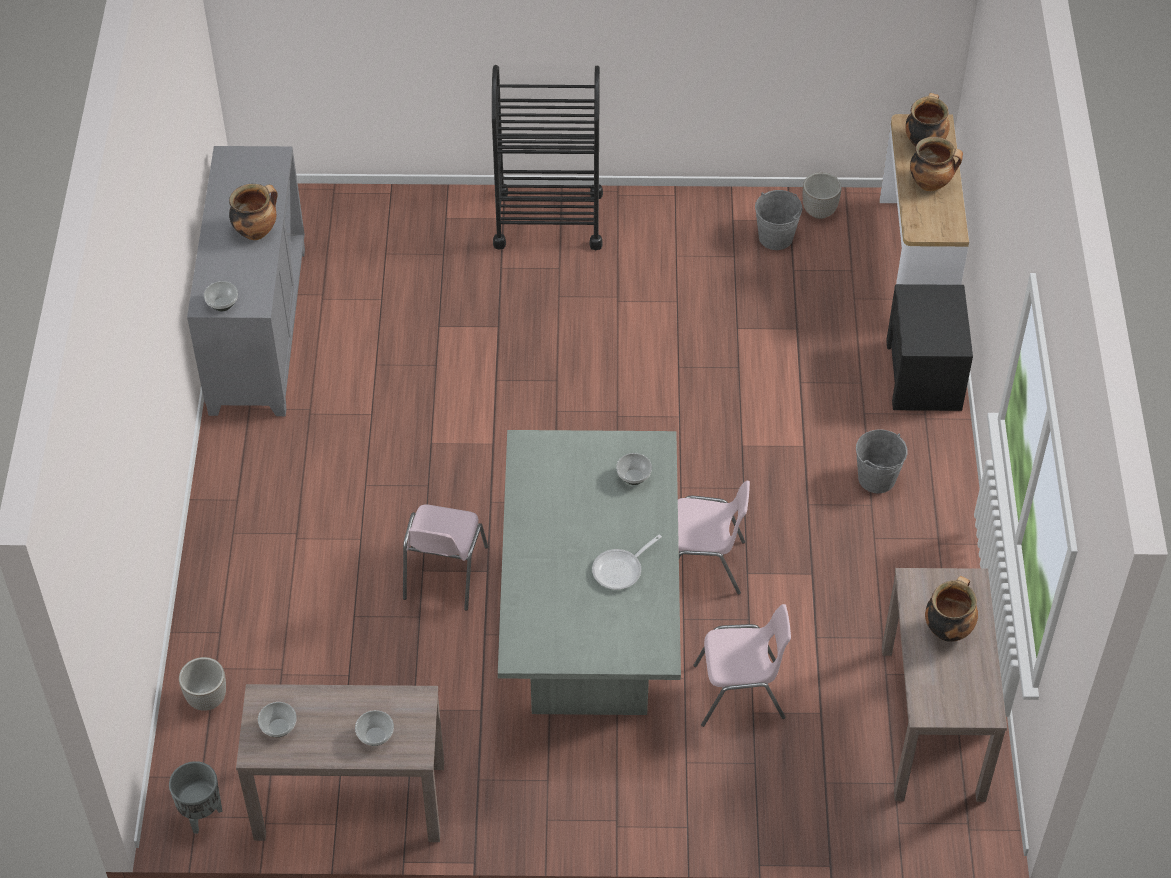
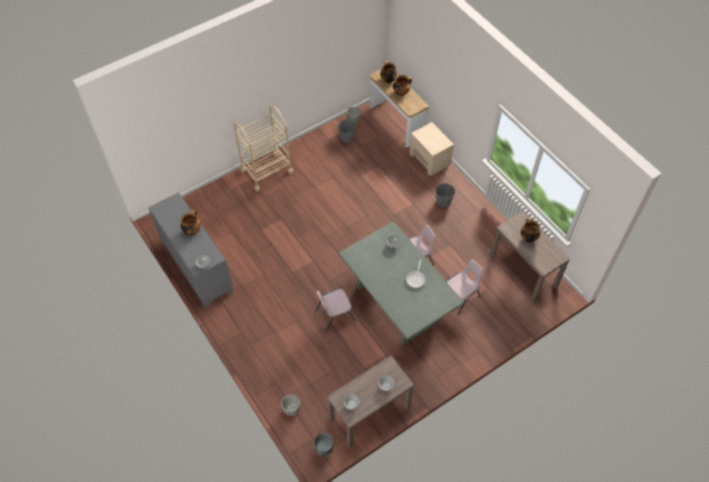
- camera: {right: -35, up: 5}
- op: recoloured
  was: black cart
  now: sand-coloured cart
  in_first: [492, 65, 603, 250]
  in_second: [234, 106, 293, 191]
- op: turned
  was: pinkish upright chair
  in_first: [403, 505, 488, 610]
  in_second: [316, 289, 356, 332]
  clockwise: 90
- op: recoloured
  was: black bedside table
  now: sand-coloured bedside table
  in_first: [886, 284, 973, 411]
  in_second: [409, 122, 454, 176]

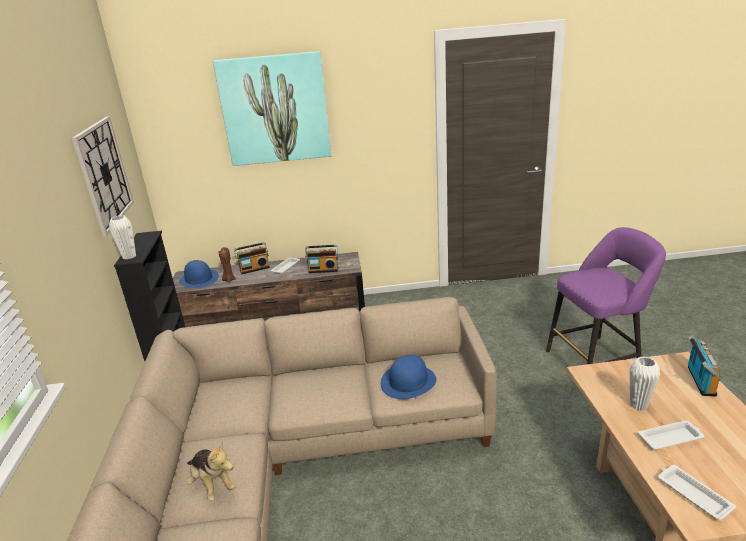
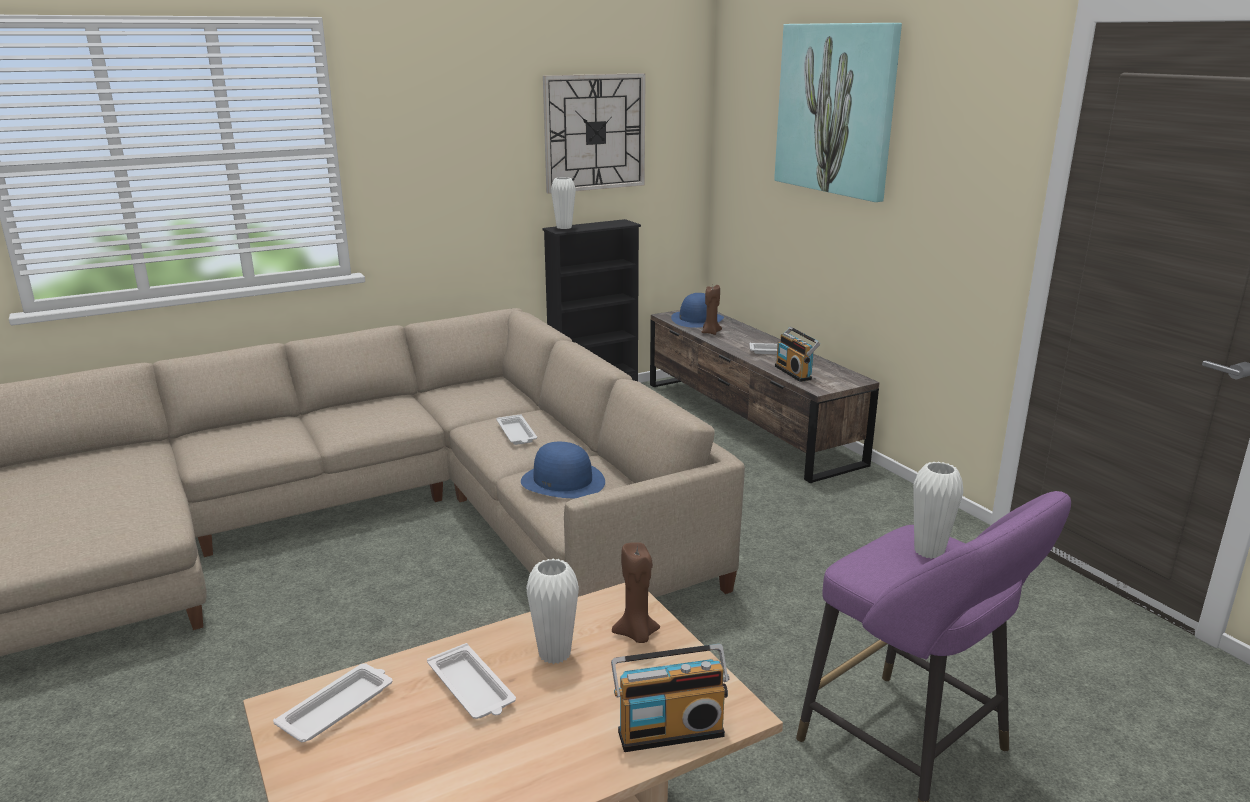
- camera: {right: 65, up: -5}
- op: added
  now: white serving tray
  in_second: [496, 414, 537, 445]
- op: added
  now: brown wax light
  in_second: [612, 542, 660, 643]
- op: added
  now: white decorative vase
  in_second: [913, 462, 963, 559]
- op: removed
  was: plush toy
  in_first: [187, 441, 236, 501]
- op: removed
  was: radio set
  in_first: [234, 242, 270, 274]

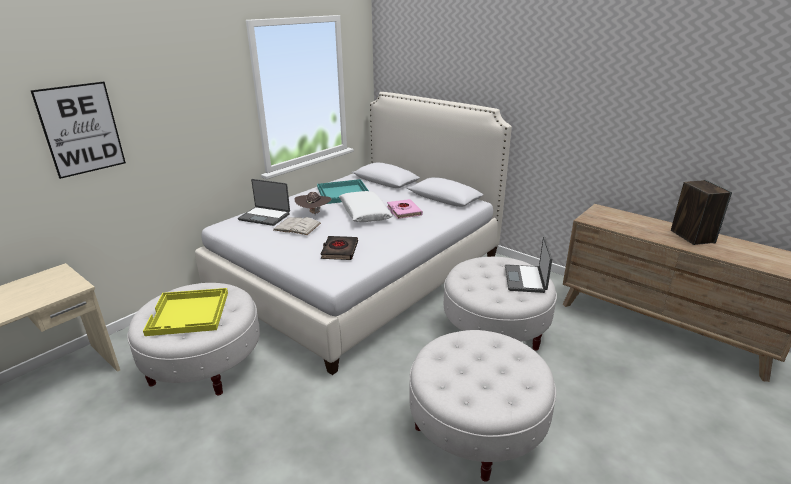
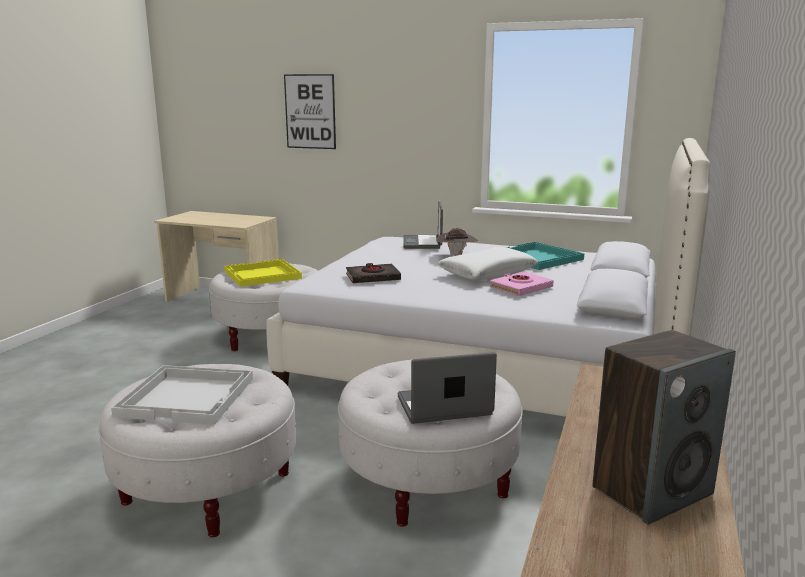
- camera: {right: 70, up: -10}
- op: added
  now: white serving tray
  in_second: [111, 365, 253, 425]
- op: removed
  was: white book
  in_first: [273, 217, 321, 235]

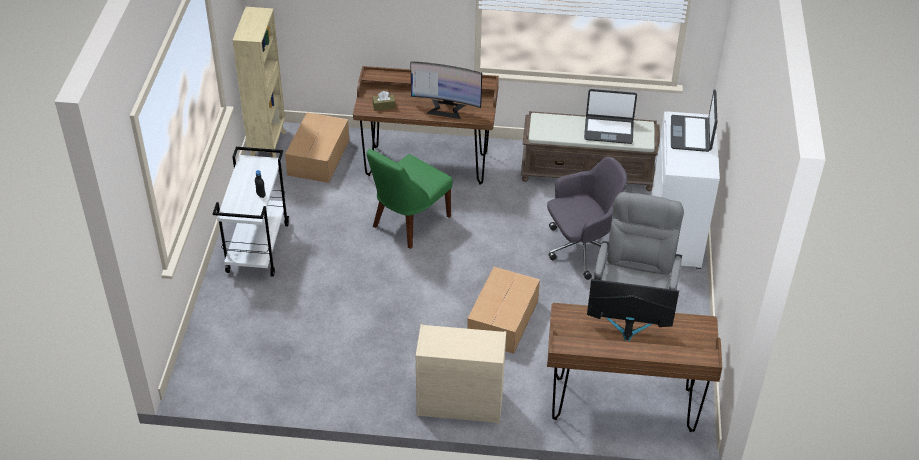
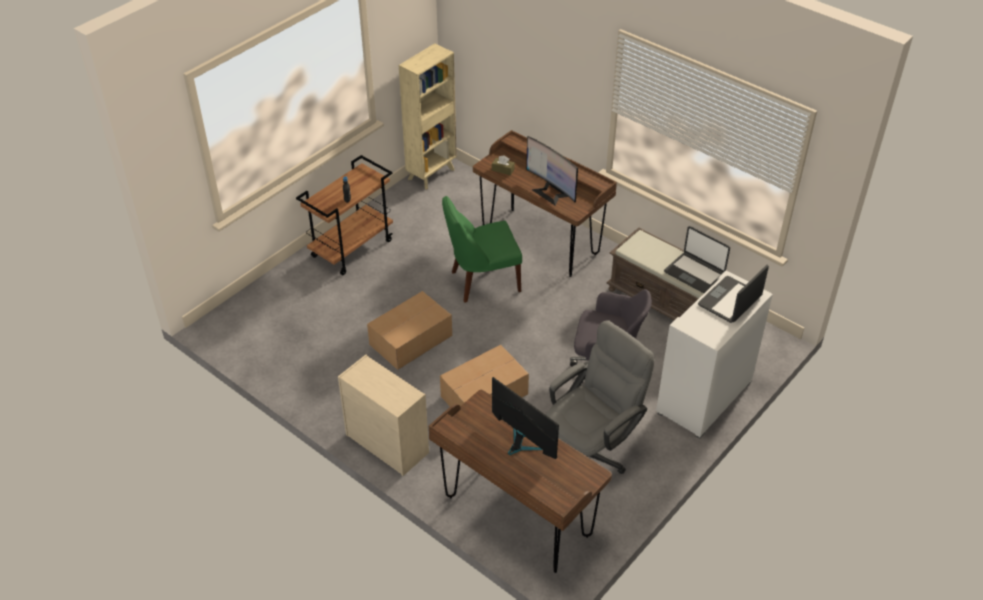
- camera: {right: 35, up: 0}
- op: recoloured
  was: white cart
  now: brown cart
  in_first: [213, 147, 289, 277]
  in_second: [296, 155, 393, 275]
- op: moved
  was: carton
  in_first: [285, 112, 349, 183]
  in_second: [367, 291, 452, 370]

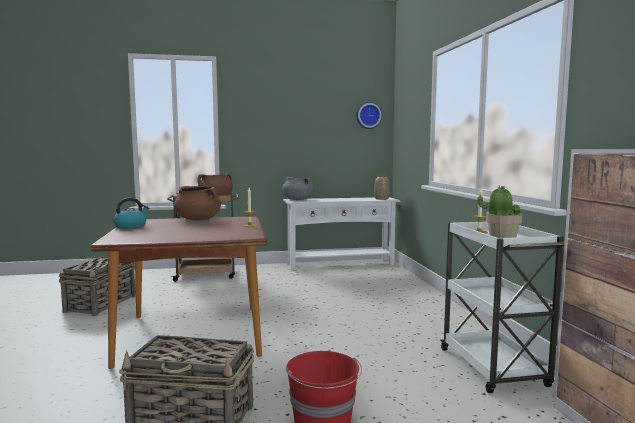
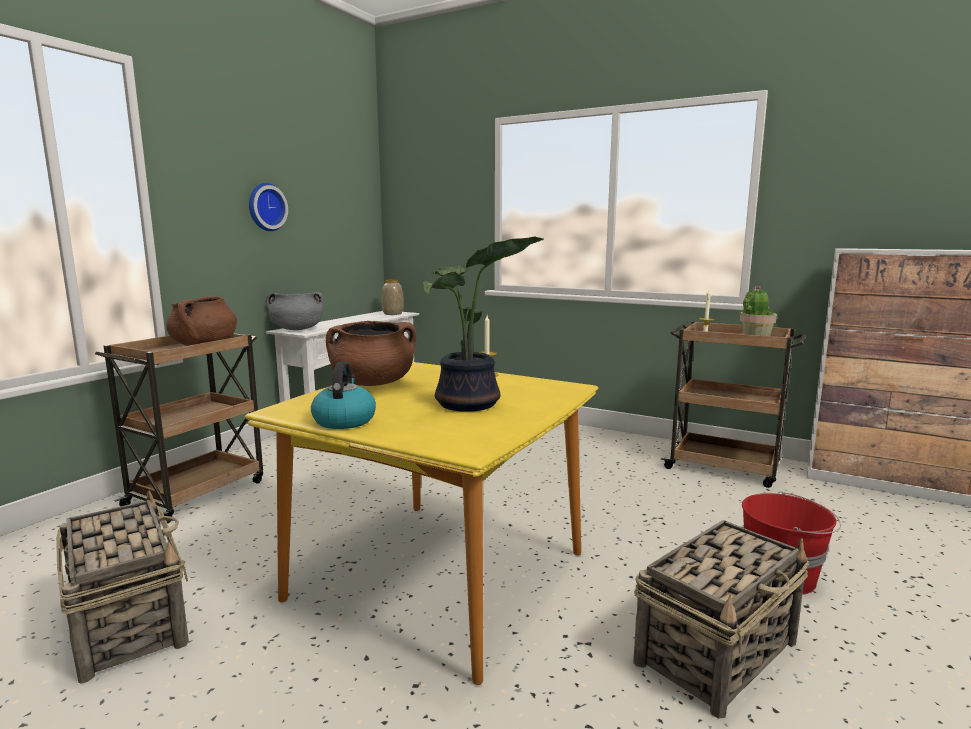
- camera: {right: -50, up: 5}
- op: recoloured
  was: brown dining table
  now: yellow dining table
  in_first: [90, 217, 268, 369]
  in_second: [245, 362, 598, 685]
- op: moved
  was: wall clock
  in_first: [356, 102, 382, 129]
  in_second: [249, 183, 288, 231]
- op: added
  now: houseplant
  in_second: [423, 237, 544, 412]
- op: recoloured
  was: white cart
  now: brown cart
  in_first: [441, 222, 565, 393]
  in_second: [661, 321, 805, 488]

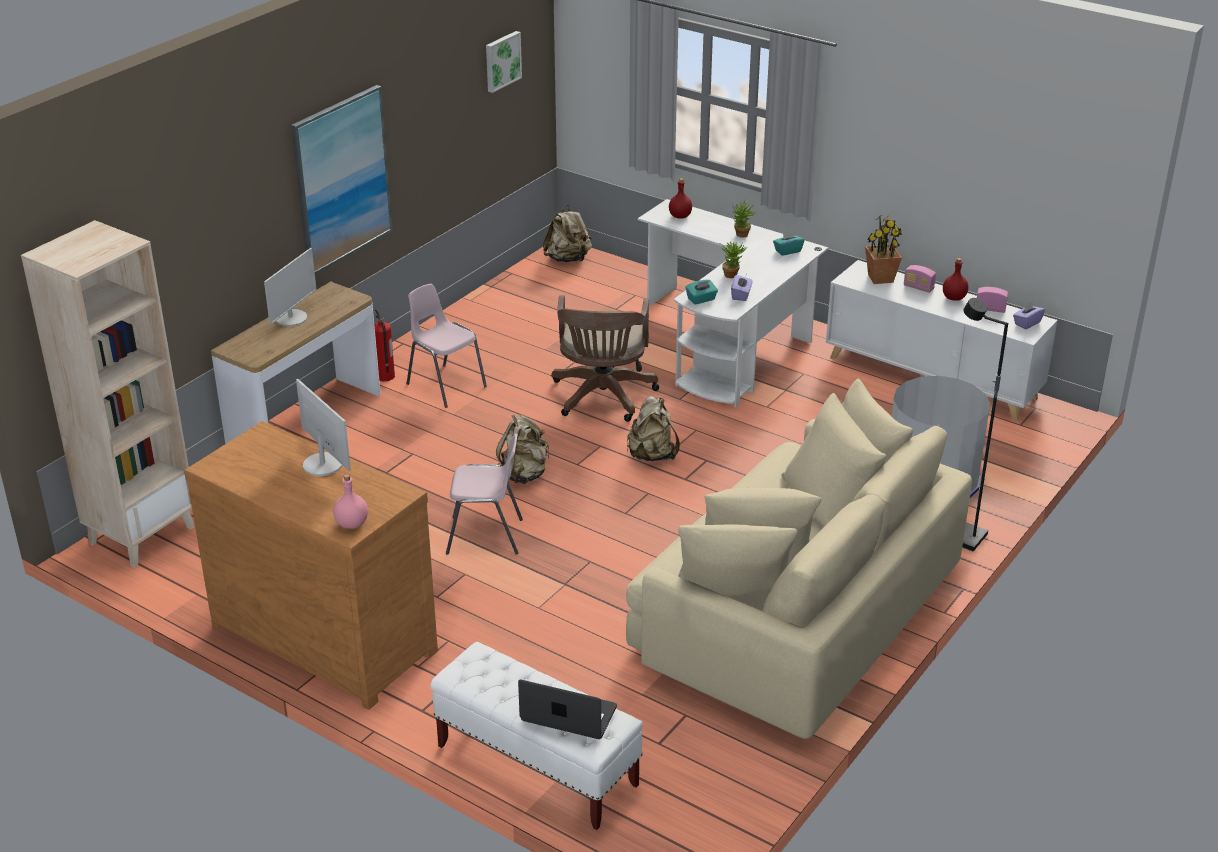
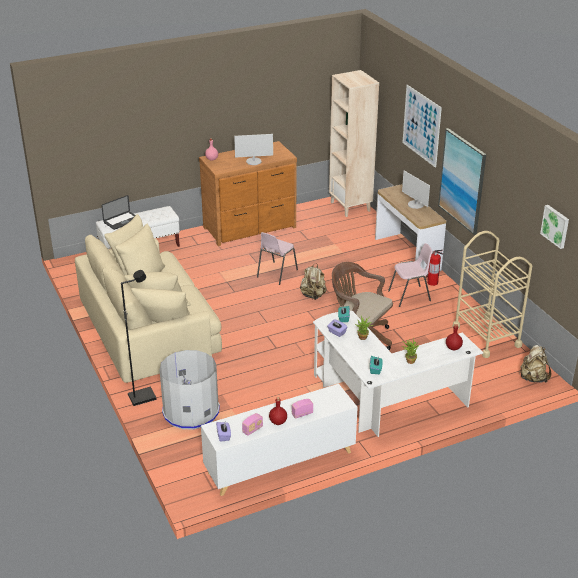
- camera: {right: 120, up: 0}
- op: added
  now: wall art
  in_second: [403, 85, 442, 168]
- op: added
  now: sand-coloured cart
  in_second: [452, 231, 532, 358]
- op: removed
  was: sand-coloured rucksack
  in_first: [627, 396, 680, 461]
- op: removed
  was: houseplant
  in_first: [865, 214, 902, 284]

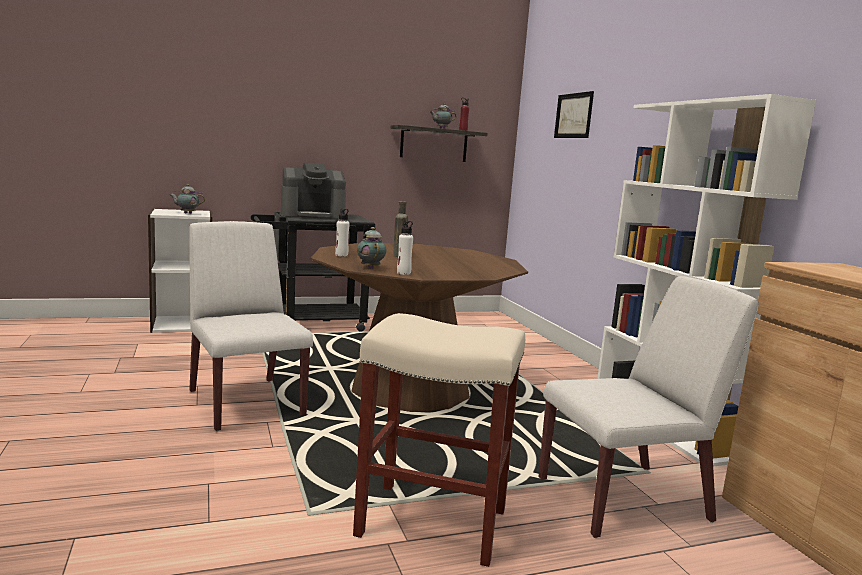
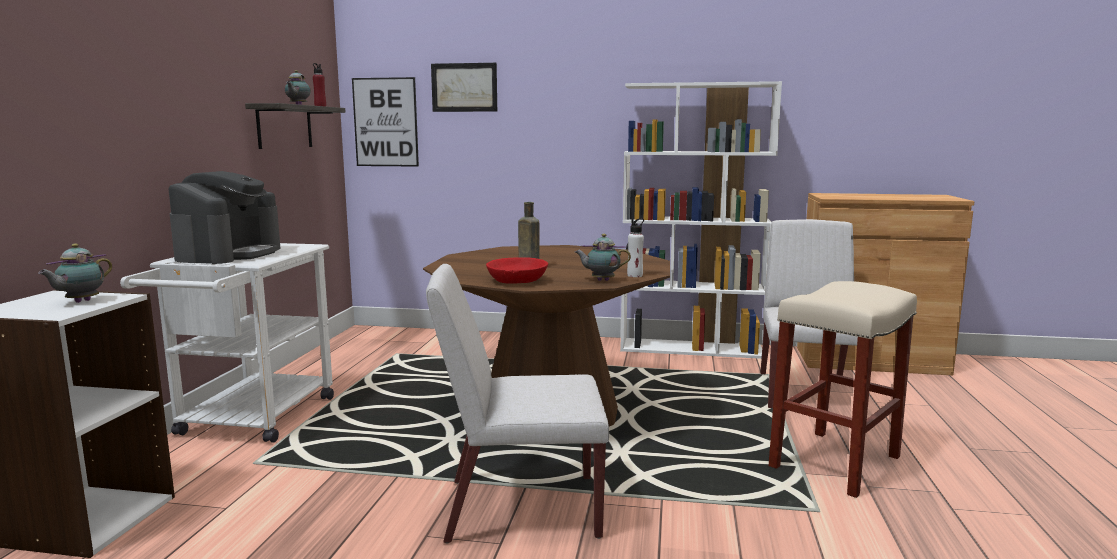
- camera: {right: -60, up: 0}
- op: recoloured
  was: black cart
  now: white cart
  in_first: [250, 212, 375, 332]
  in_second: [120, 243, 334, 443]
- op: added
  now: wall art
  in_second: [352, 77, 419, 167]
- op: replaced
  was: white bottle
  now: reddish bowl
  in_first: [335, 208, 350, 257]
  in_second: [486, 257, 548, 284]

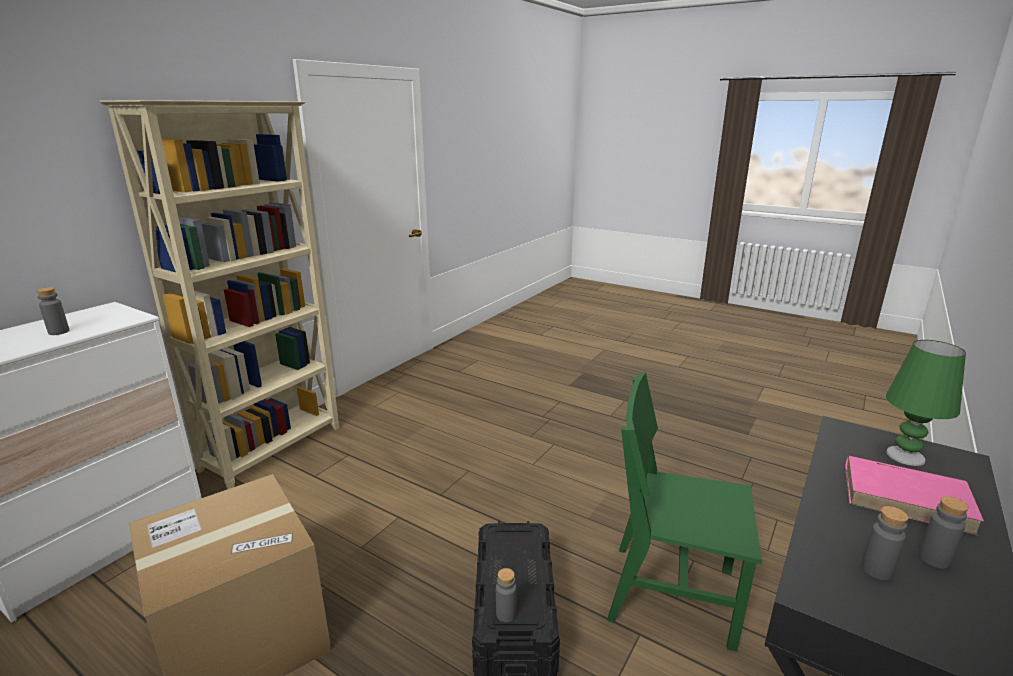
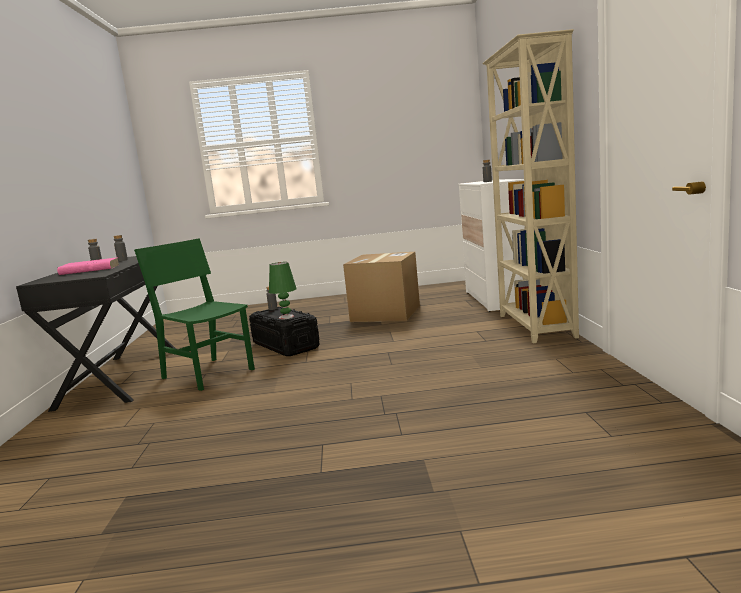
- camera: {right: 145, up: -10}
- op: turned
  was: greenish upright chair
  in_first: [607, 372, 762, 652]
  in_second: [134, 238, 255, 391]
  clockwise: -120
- op: moved
  was: greenish lamp for a table
  in_first: [886, 340, 966, 466]
  in_second: [269, 262, 297, 320]

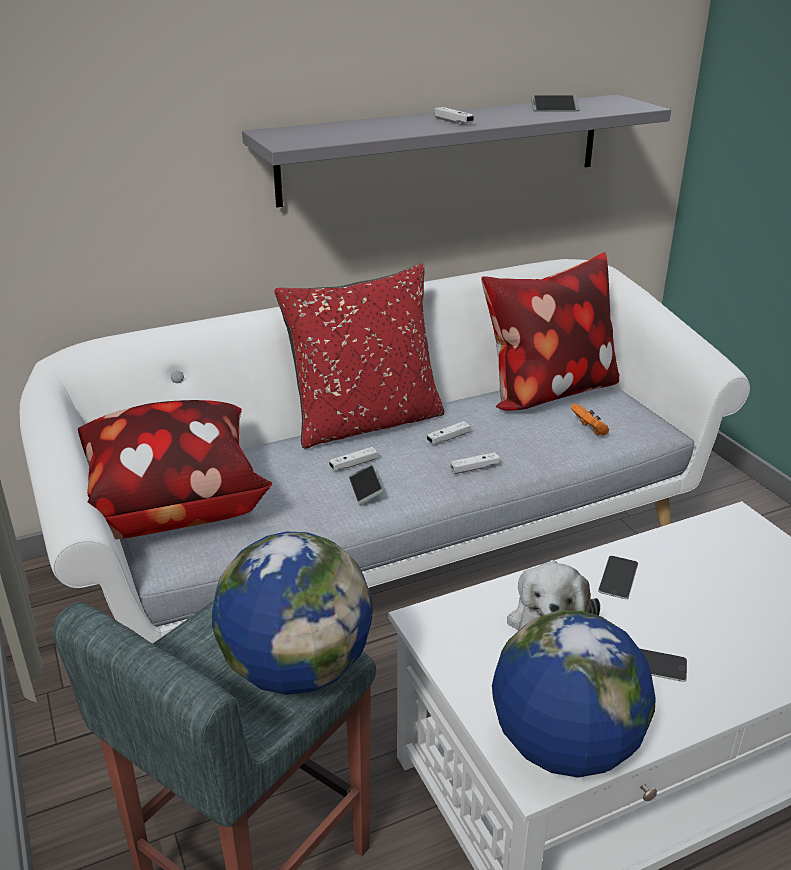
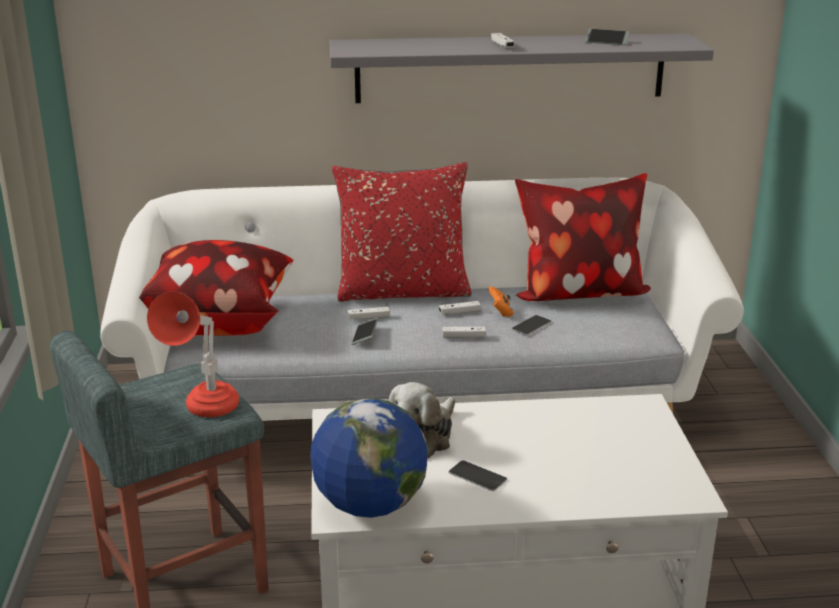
- camera: {right: 20, up: -5}
- op: replaced
  was: world globe
  now: reddish lamp for a table
  in_first: [212, 532, 373, 695]
  in_second: [147, 292, 239, 417]
- op: moved
  was: orange-coloured game controller
  in_first: [571, 403, 609, 436]
  in_second: [488, 286, 513, 317]
- op: moved
  was: phone
  in_first: [598, 556, 638, 599]
  in_second: [511, 315, 551, 335]

